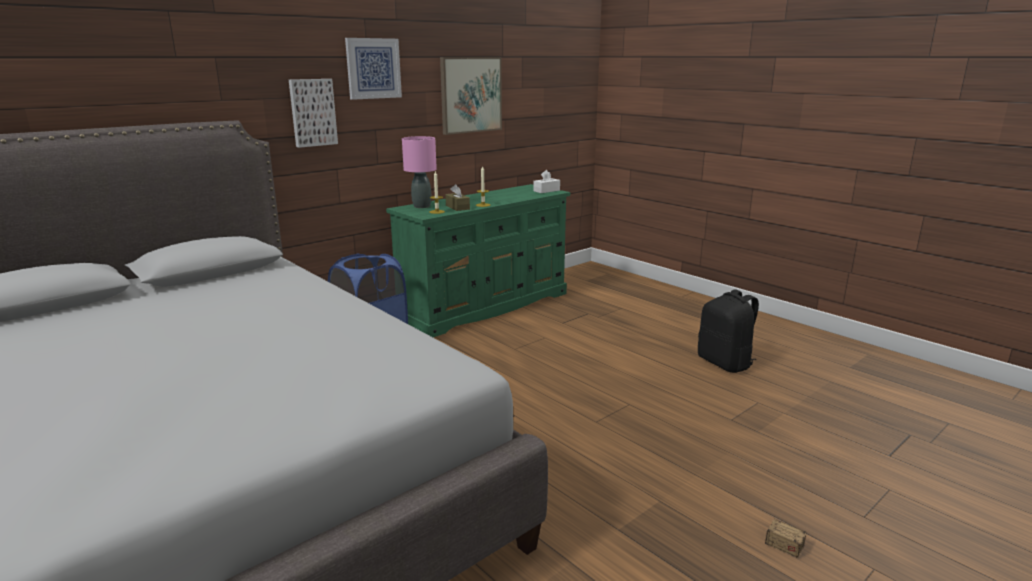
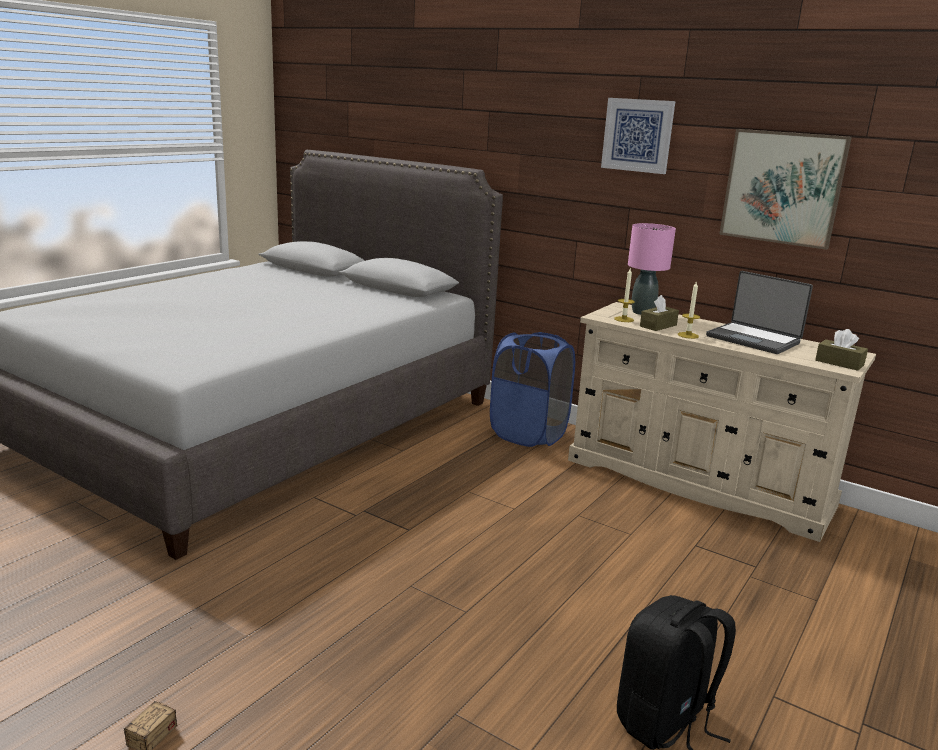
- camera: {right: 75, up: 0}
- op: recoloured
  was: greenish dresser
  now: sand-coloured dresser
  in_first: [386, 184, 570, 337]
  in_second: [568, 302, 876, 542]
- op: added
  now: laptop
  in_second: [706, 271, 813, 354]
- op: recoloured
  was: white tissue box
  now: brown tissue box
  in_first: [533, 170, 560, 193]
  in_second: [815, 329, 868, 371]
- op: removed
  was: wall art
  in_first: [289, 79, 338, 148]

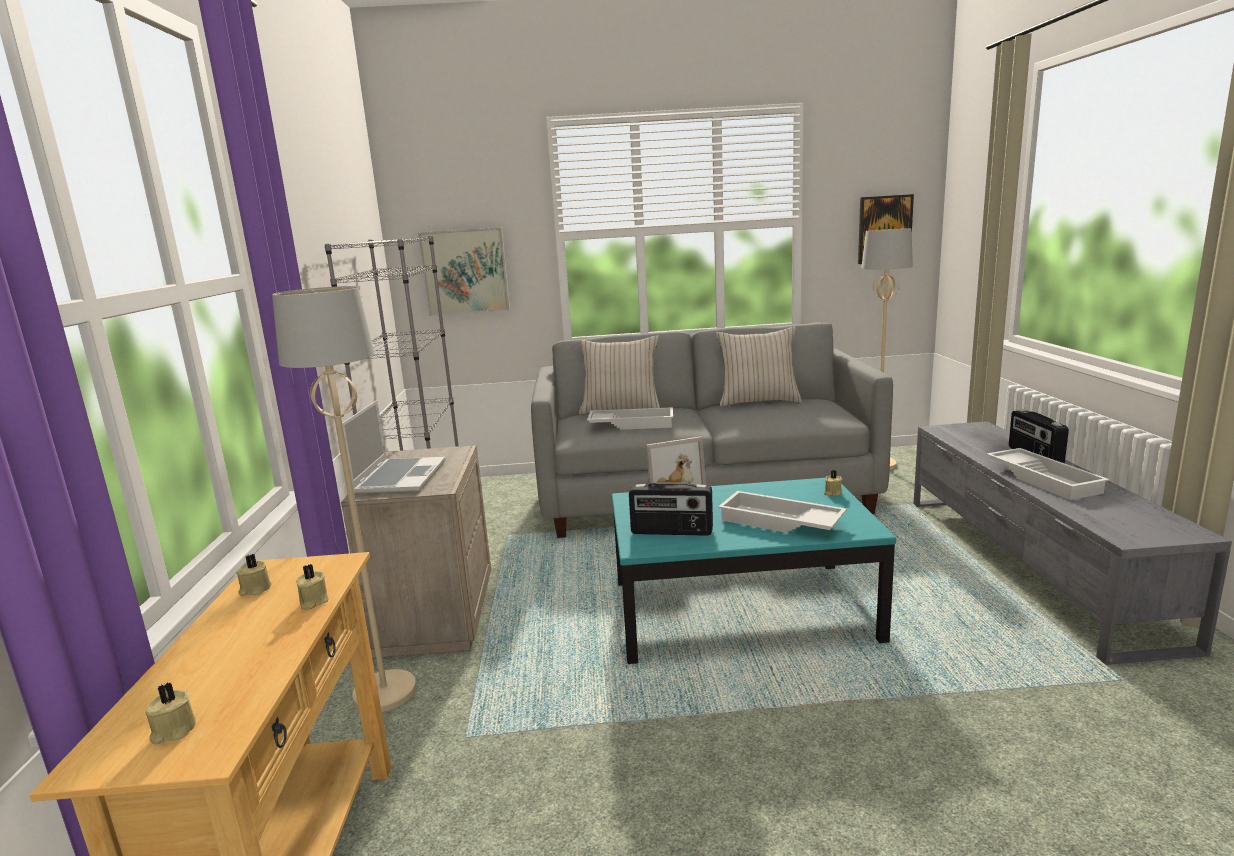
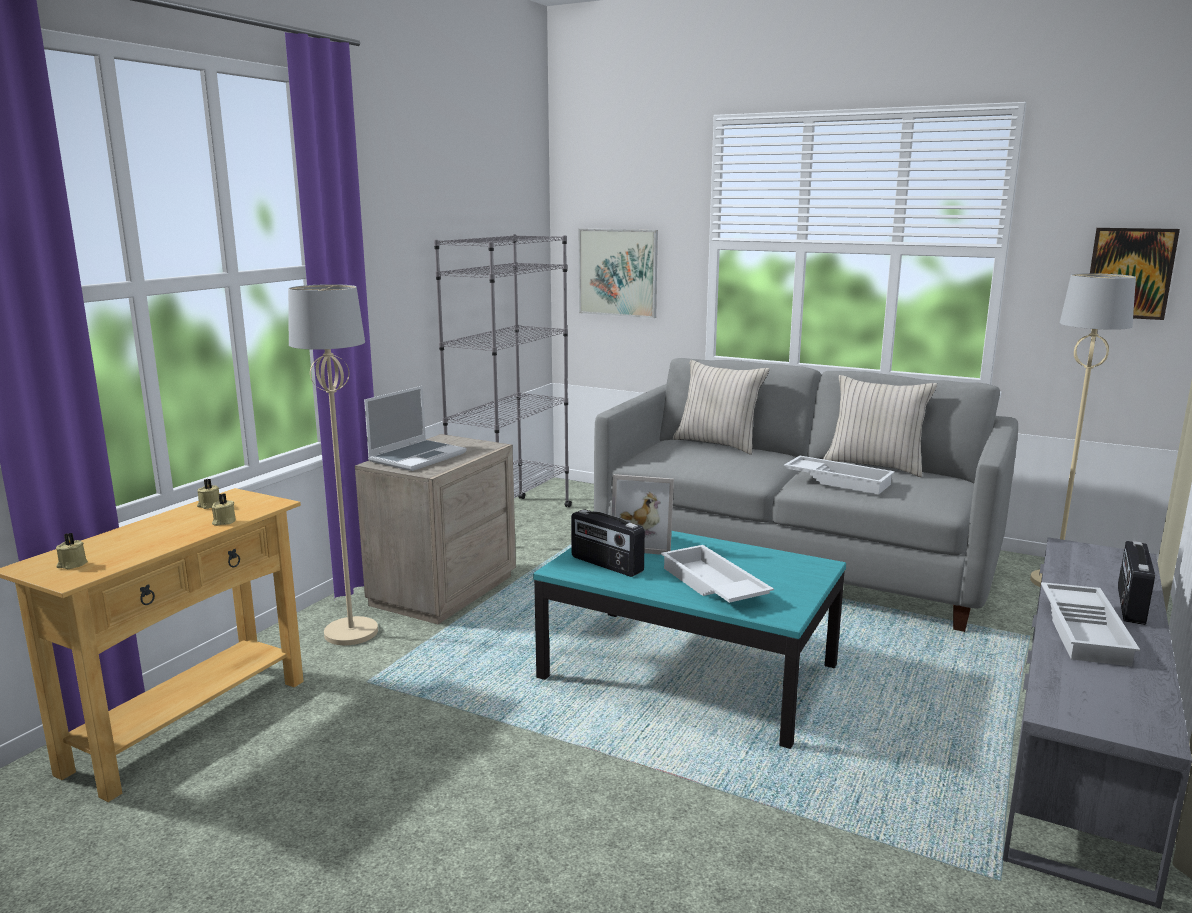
- camera: {right: 30, up: 0}
- op: moved
  was: white serving tray
  in_first: [587, 407, 673, 430]
  in_second: [784, 456, 895, 495]
- op: removed
  was: sand-coloured wax light
  in_first: [824, 470, 842, 496]

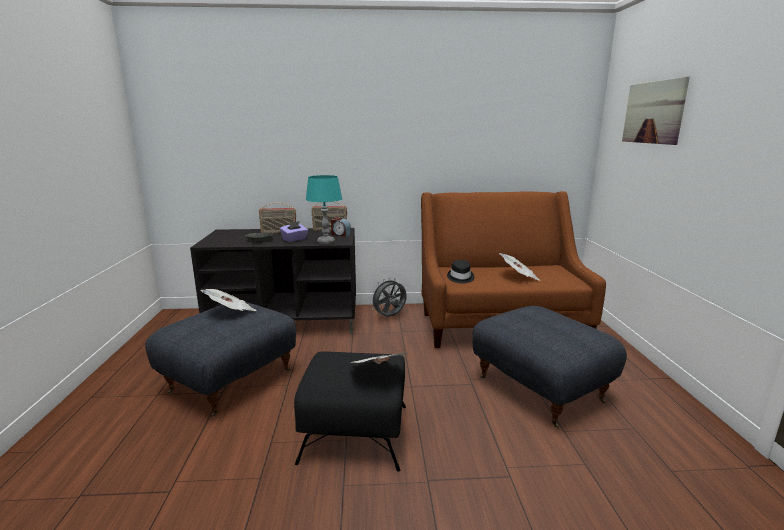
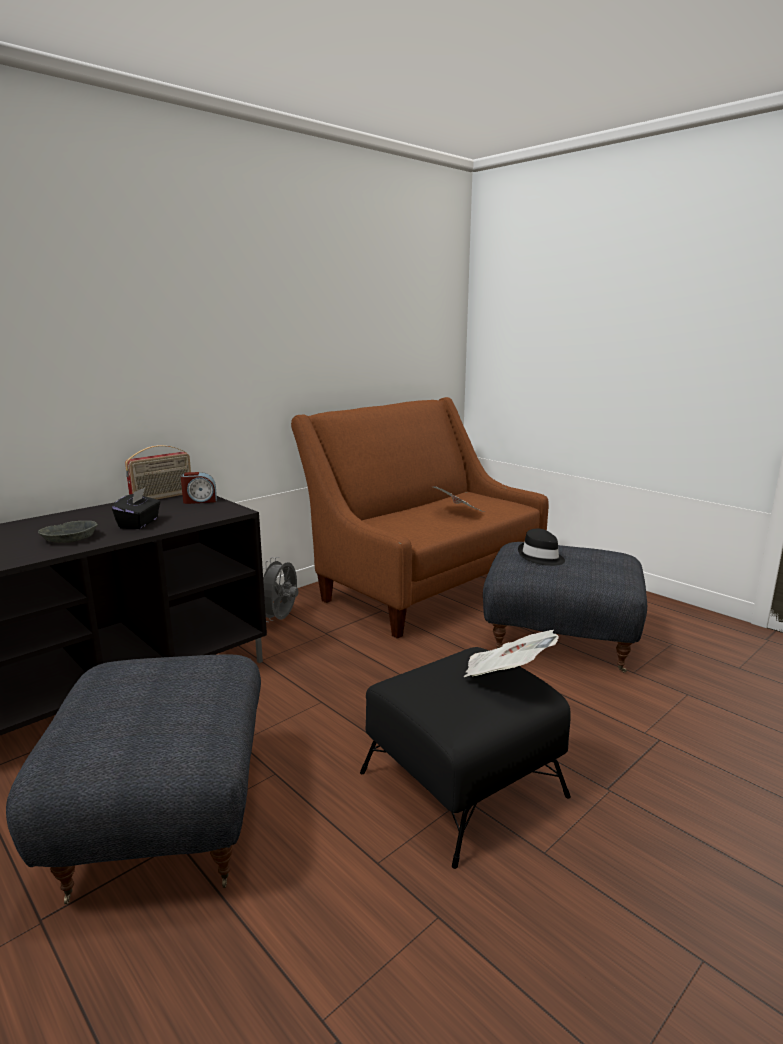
- camera: {right: -40, up: 0}
- op: recoloured
  was: purplish tissue box
  now: black tissue box
  in_first: [280, 221, 308, 242]
  in_second: [112, 487, 161, 529]
- op: moved
  was: black clothing hat
  in_first: [447, 260, 474, 284]
  in_second: [518, 529, 565, 566]
- op: removed
  was: printed paper
  in_first: [200, 289, 257, 311]
- op: removed
  was: radio set
  in_first: [259, 203, 296, 233]
- op: removed
  was: turquoise lamp for a table
  in_first: [306, 175, 342, 244]
- op: removed
  was: wall art
  in_first: [622, 77, 690, 145]

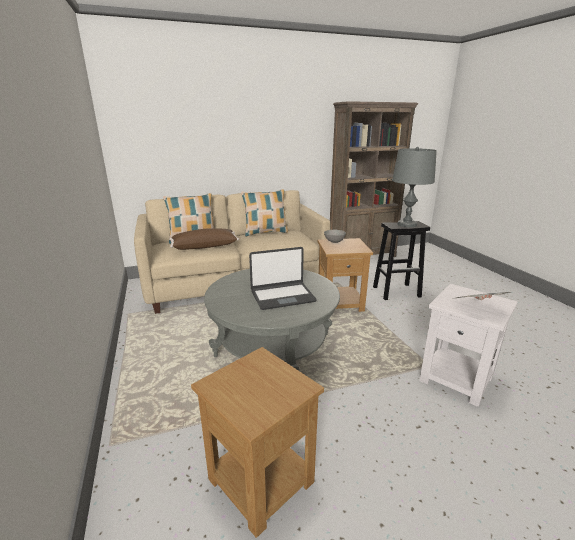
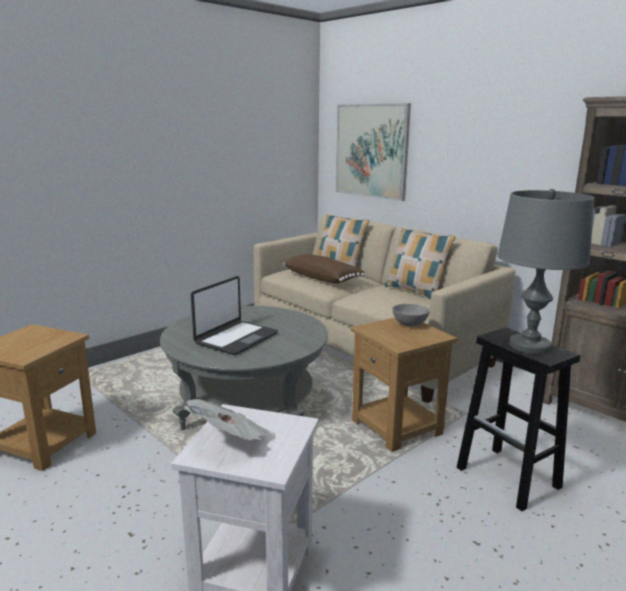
- camera: {right: 65, up: -5}
- op: turned
  was: laptop
  in_first: [249, 247, 317, 310]
  in_second: [191, 276, 278, 355]
  clockwise: -105
- op: added
  now: wall art
  in_second: [335, 103, 411, 201]

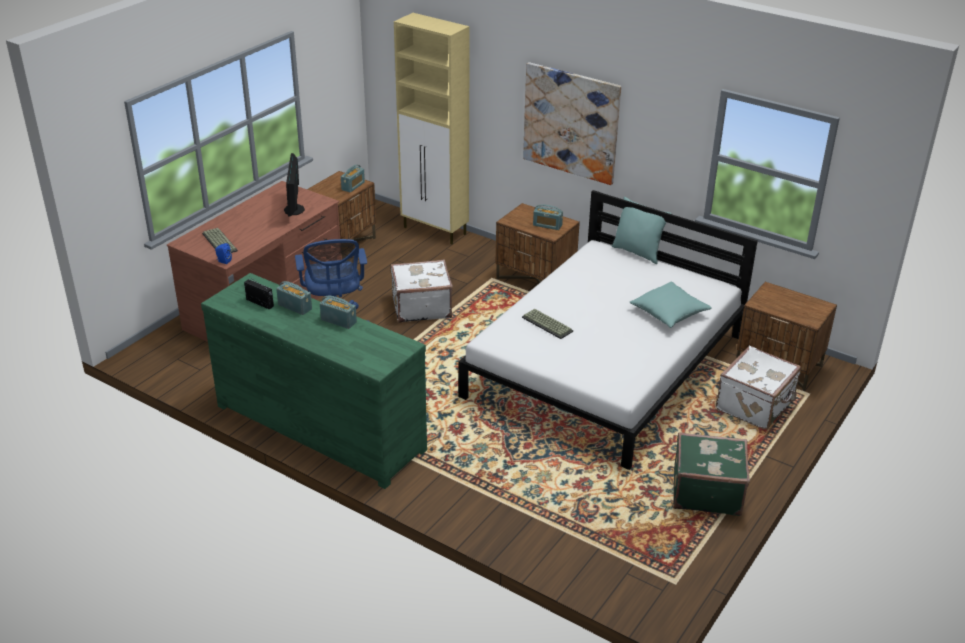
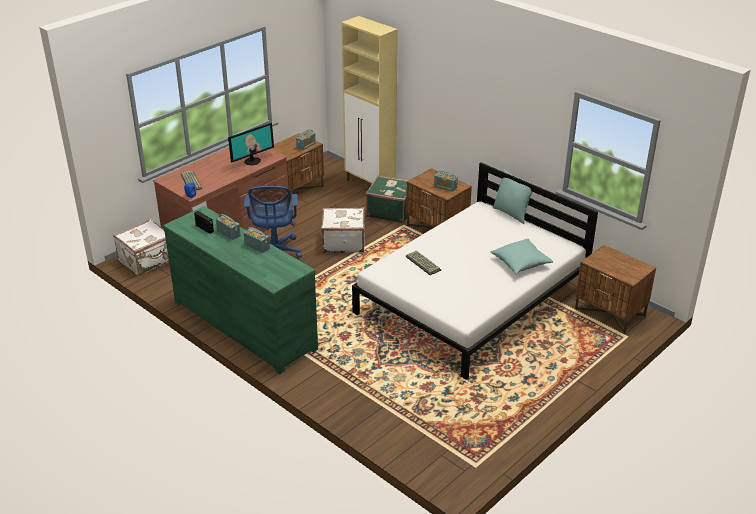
- camera: {right: 10, up: 0}
- op: moved
  was: white travel case
  in_first: [716, 346, 801, 429]
  in_second: [113, 219, 169, 276]
- op: turned
  was: monitor
  in_first: [284, 153, 305, 216]
  in_second: [228, 123, 274, 165]
  clockwise: -135
- op: moved
  was: greenish travel case
  in_first: [673, 432, 750, 516]
  in_second: [366, 175, 408, 223]
- op: removed
  was: wall art
  in_first: [523, 62, 621, 185]

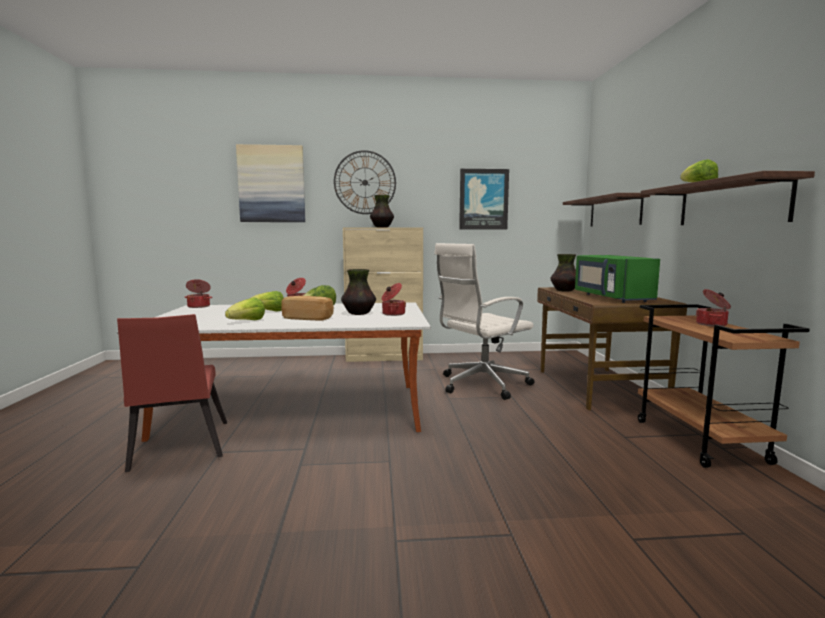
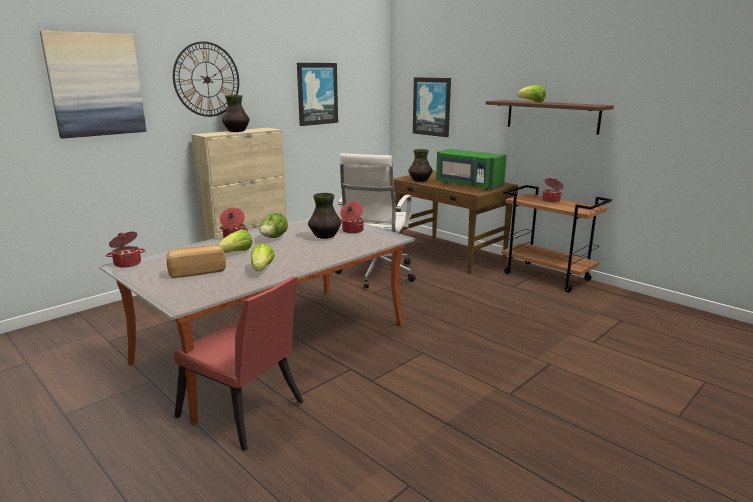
- camera: {right: -40, up: 10}
- op: moved
  was: baked bread
  in_first: [281, 296, 334, 320]
  in_second: [167, 245, 226, 278]
- op: replaced
  was: wall shelf
  now: wall art
  in_first: [563, 193, 650, 227]
  in_second: [413, 77, 451, 137]

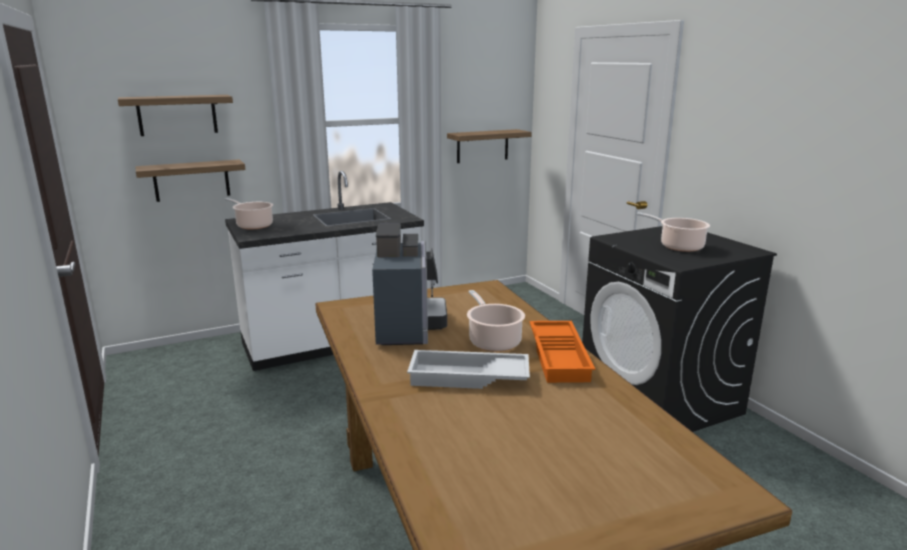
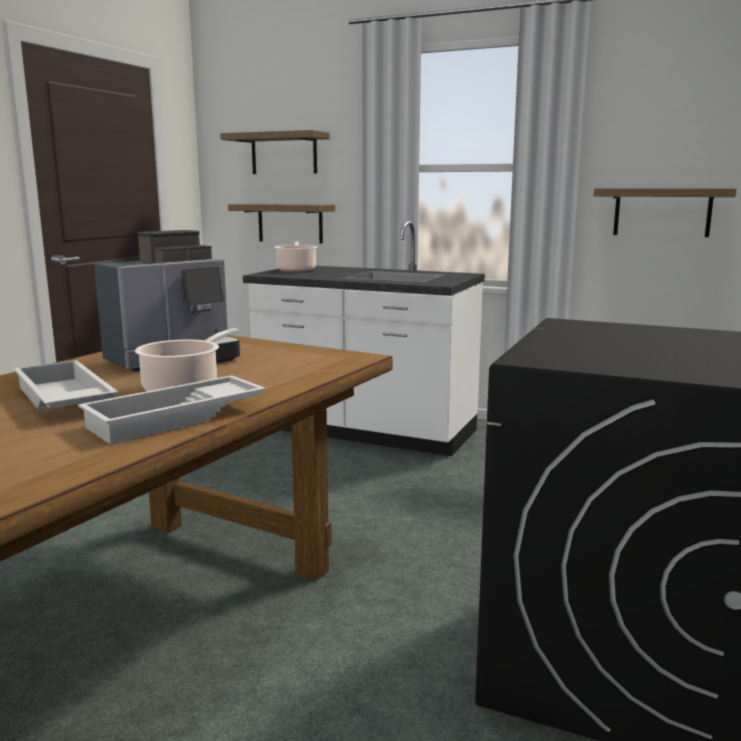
- camera: {right: 50, up: -5}
- op: recoloured
  was: orange-coloured serving tray
  now: white serving tray
  in_first: [530, 321, 595, 383]
  in_second: [78, 375, 266, 444]
- op: removed
  was: stockpot
  in_first: [636, 212, 710, 252]

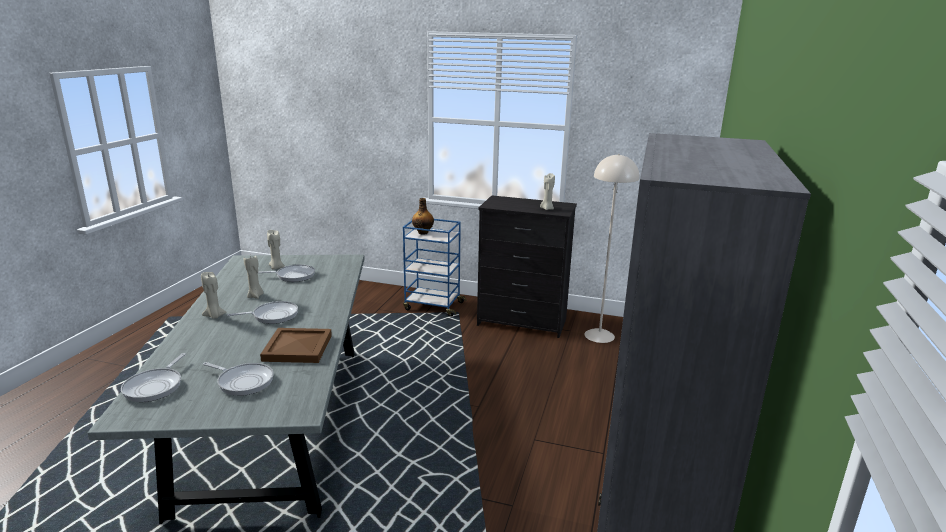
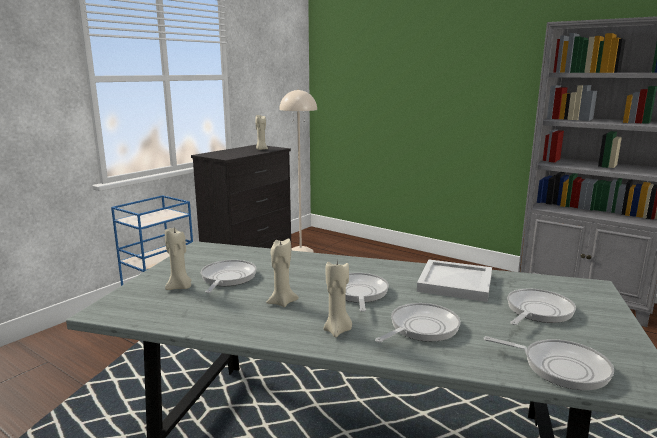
- camera: {right: -70, up: -5}
- op: added
  now: pan
  in_second: [375, 303, 461, 343]
- op: recoloured
  was: brown serving tray
  now: white serving tray
  in_first: [260, 328, 332, 363]
  in_second: [417, 259, 492, 302]
- op: removed
  was: bottle
  in_first: [412, 198, 434, 235]

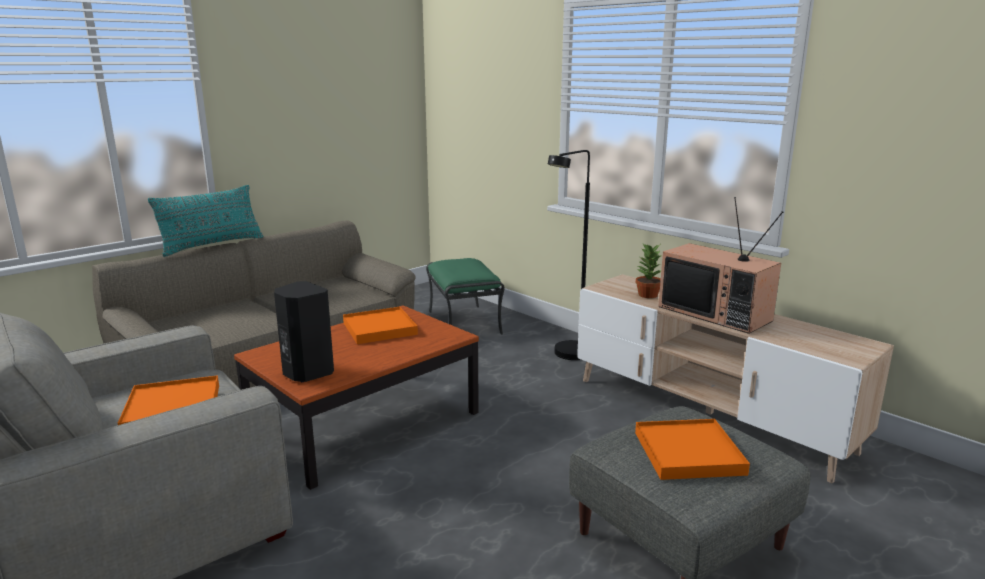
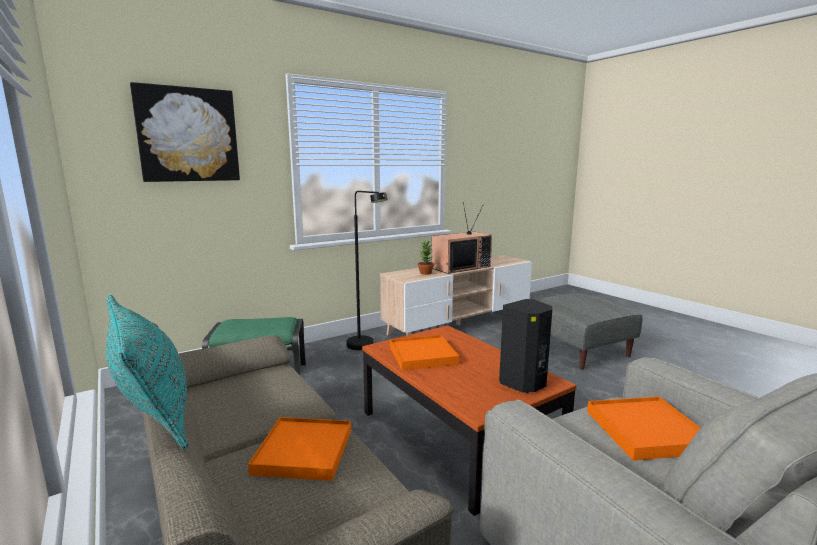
- camera: {right: -80, up: -5}
- op: added
  now: wall art
  in_second: [130, 82, 240, 182]
- op: moved
  was: orange-coloured serving tray
  in_first: [635, 419, 750, 480]
  in_second: [248, 417, 351, 481]

